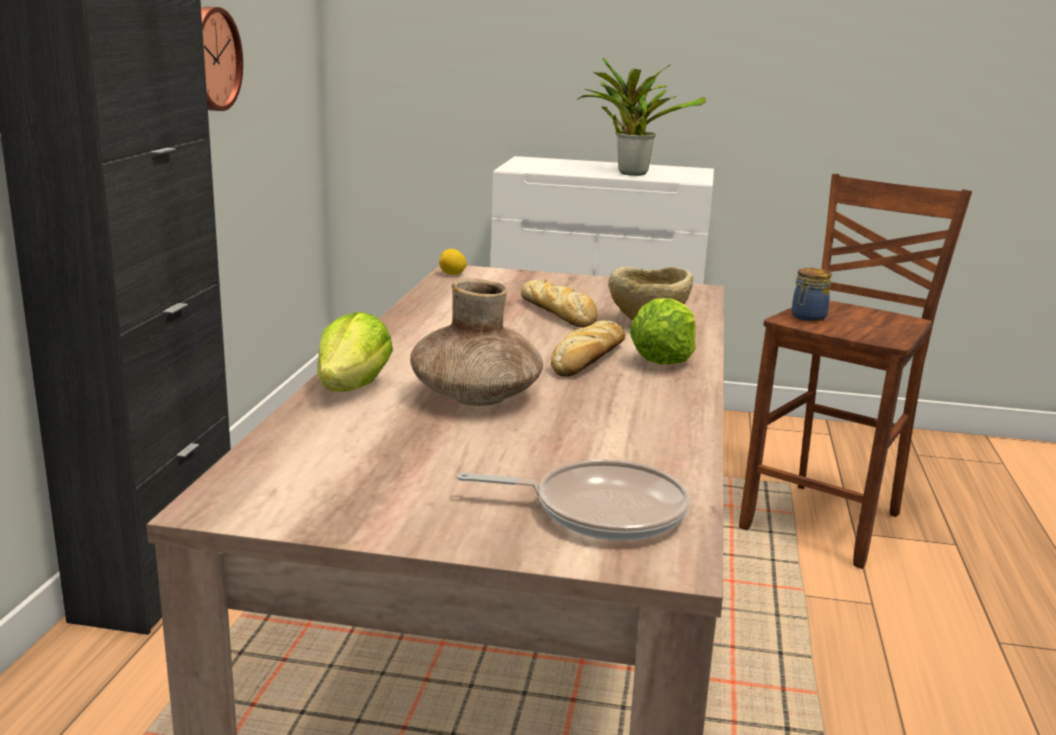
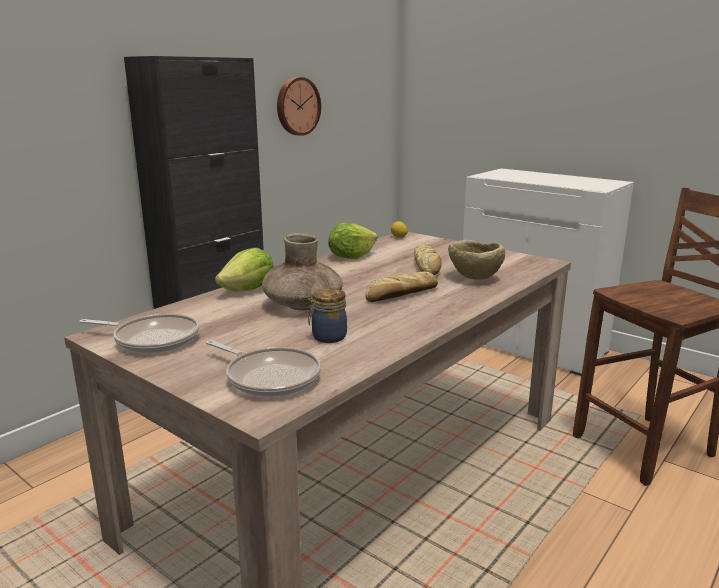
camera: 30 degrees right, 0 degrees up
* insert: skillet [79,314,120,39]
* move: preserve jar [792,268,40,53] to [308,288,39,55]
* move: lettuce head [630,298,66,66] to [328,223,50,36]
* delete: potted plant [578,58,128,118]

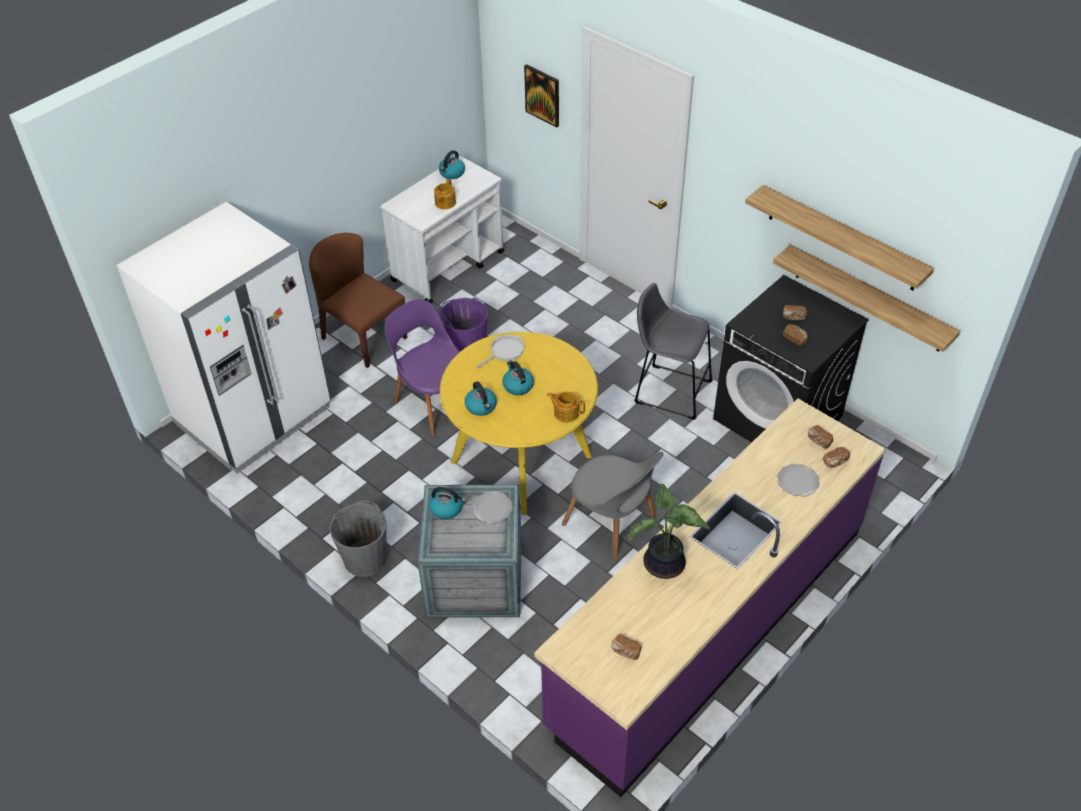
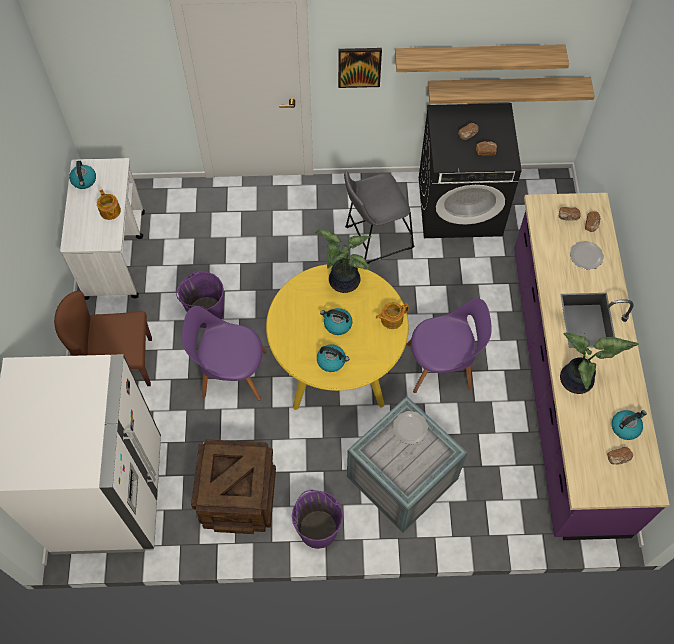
camera: 45 degrees left, 15 degrees up
* insert: crate [191,439,85,95]
* recolor: grey bucket [330,501,57,76] to purple-coloured bucket [292,490,51,59]
* insert: potted plant [315,229,57,64]
* move: wall art [524,64,35,64] to [338,48,44,40]
* recolor: grey upright chair [562,451,102,109] to purple-coloured upright chair [407,298,85,95]
* move: tea kettle [429,487,37,33] to [612,410,35,30]
* delete: skillet [476,335,48,33]

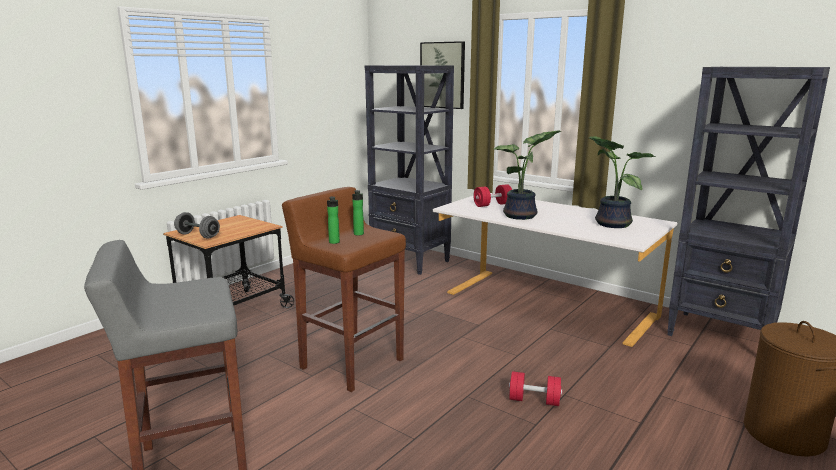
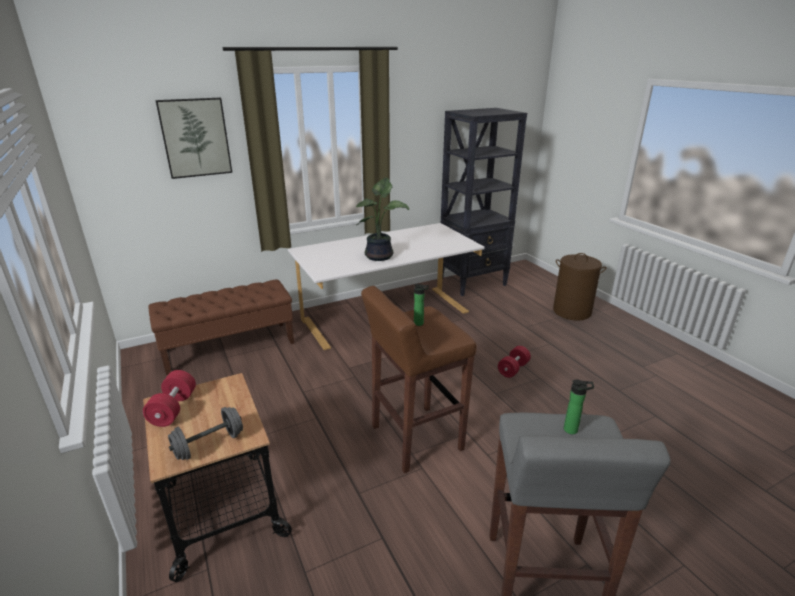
camera: 65 degrees left, 10 degrees up
* move: red dumbbell [473,184,39,23] to [143,370,53,57]
* replace: black-coloured shelving unit [365,65,89,210] to brownish long seat [148,279,146,97]
* move: beverage bottle [327,196,13,48] to [564,379,30,55]
* delete: potted plant [589,136,66,92]

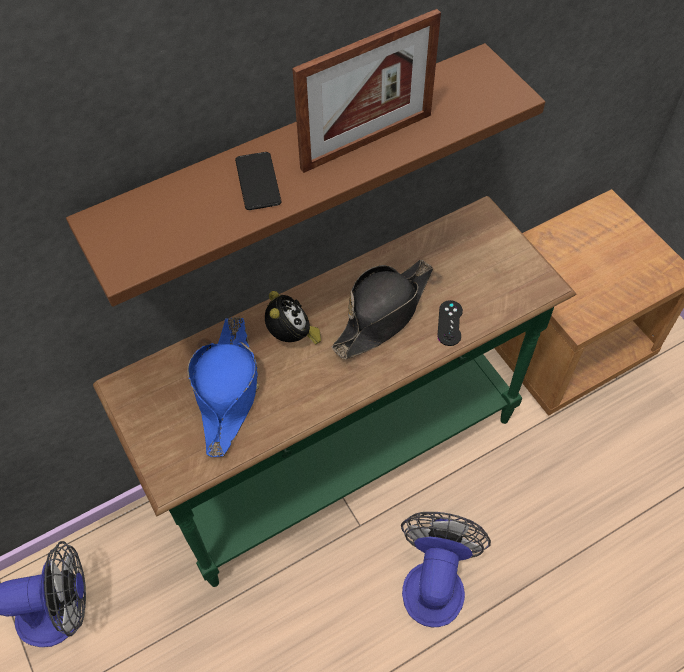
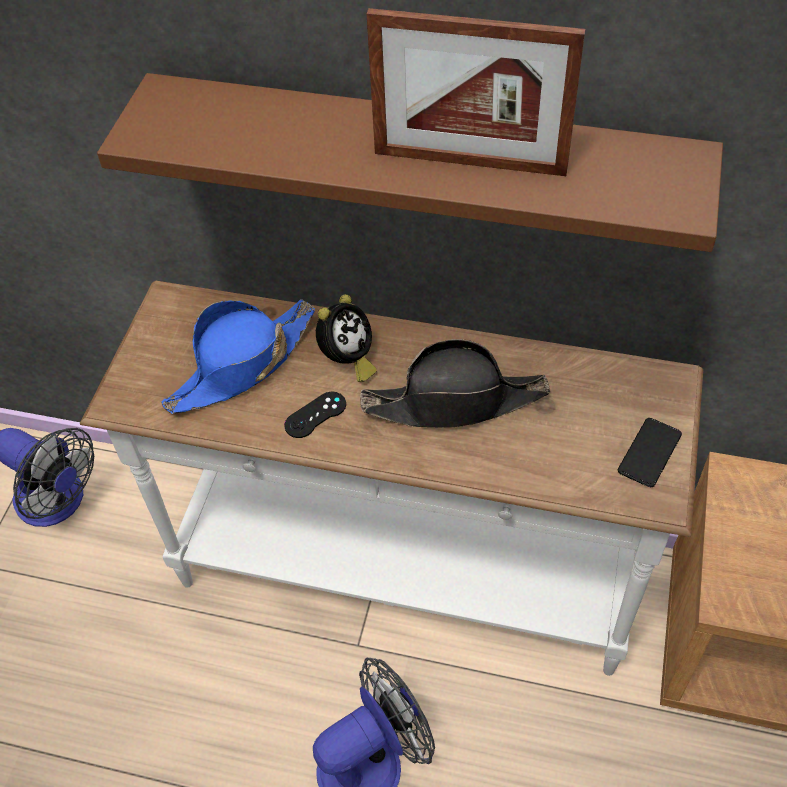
camera: 45 degrees right, 5 degrees down
* recolor: green hall table [93,196,484,391] to white hall table [80,281,623,395]
* move: black-coloured game controller [437,300,26,46] to [284,392,62,46]
* move: phone [235,152,47,58] to [618,418,64,69]

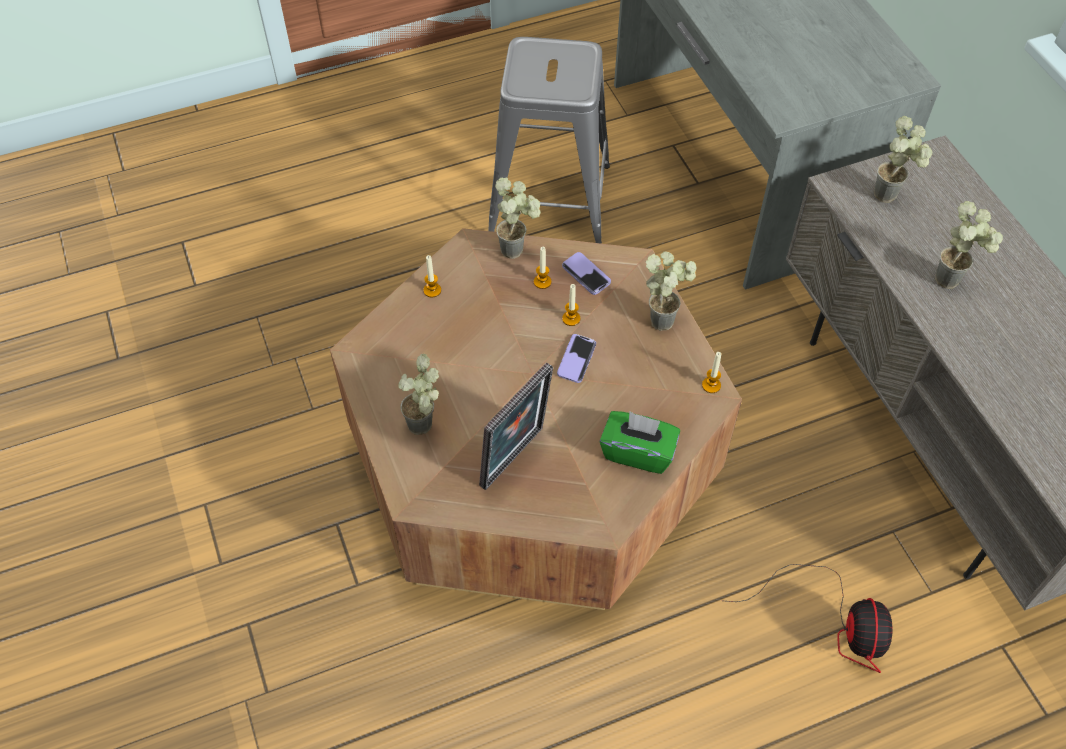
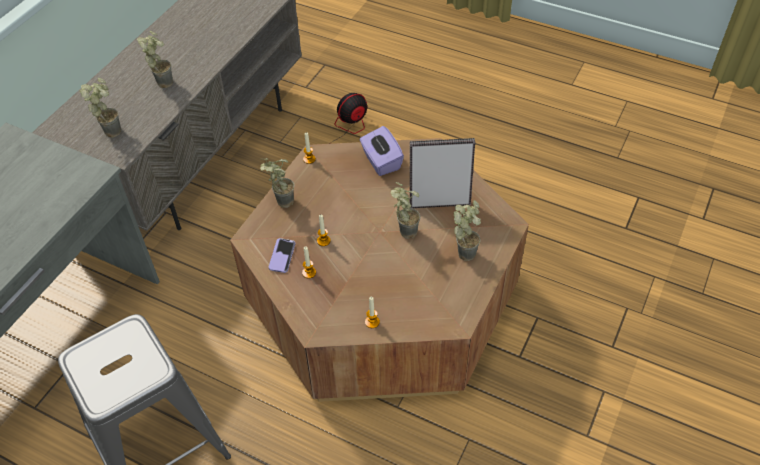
camera: 130 degrees left, 5 degrees down
* recolor: green tissue box [599,411,81,63] to purple-coloured tissue box [359,126,45,50]
* move: potted plant [495,178,46,81] to [391,182,30,57]
* delete: phone [557,334,39,49]

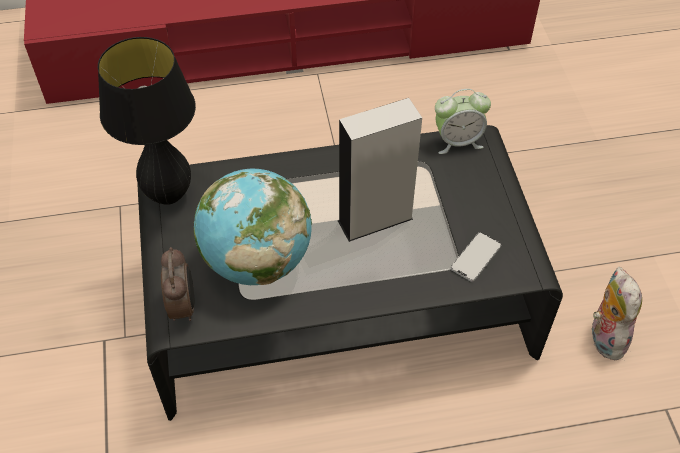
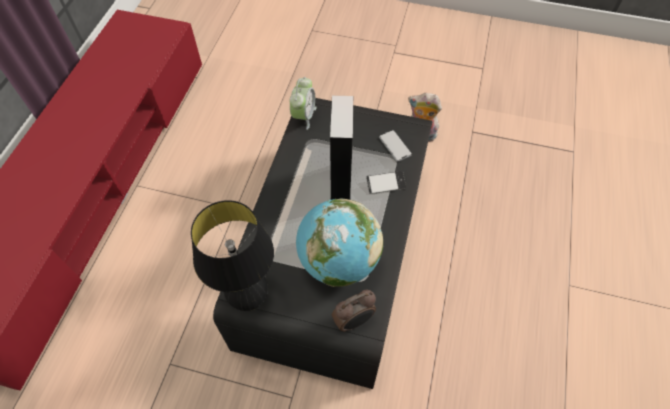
camera: 65 degrees left, 5 degrees up
* rotate: table clock [161,247,34,74] = [332,290,44,42] 135 degrees clockwise
* insert: phone [366,171,40,23]

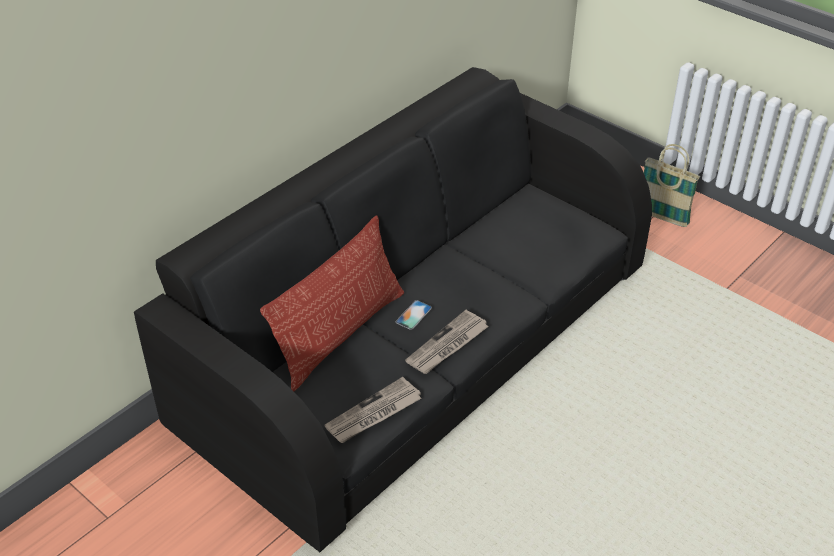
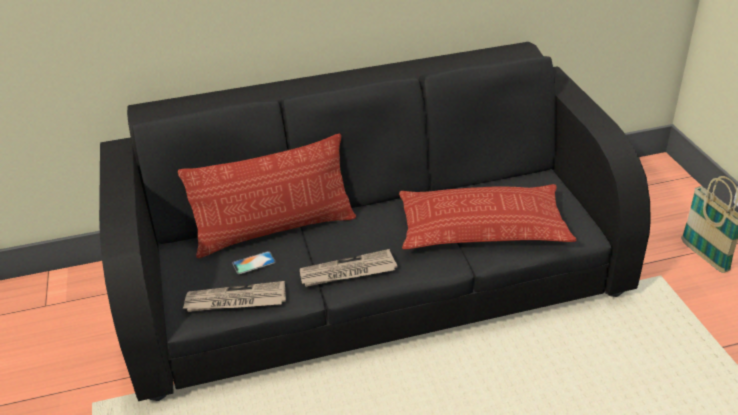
camera: 35 degrees right, 5 degrees down
* move: phone [396,300,36,30] to [232,251,43,23]
* insert: throw pillow [399,184,178,66]

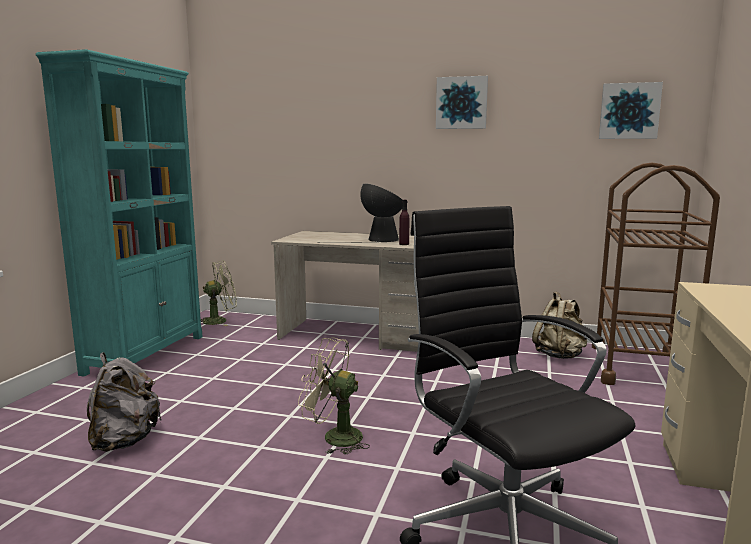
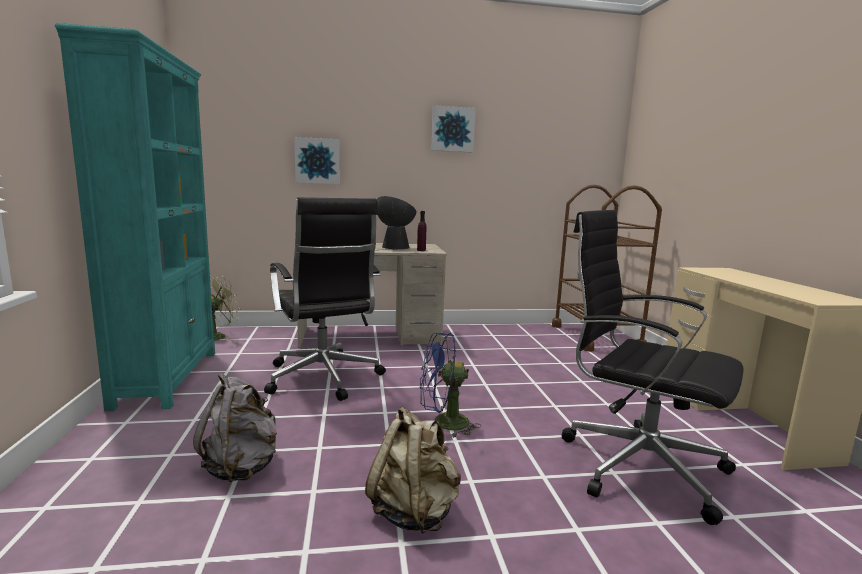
camera: 25 degrees left, 0 degrees up
* insert: black-coloured office chair [264,197,122,204]
* move: wall art [599,82,64,57] to [294,137,46,47]
* move: beige rucksack [532,291,55,68] to [365,407,96,127]
* recolor: beige fan [298,337,72,117] to blue fan [420,333,61,105]

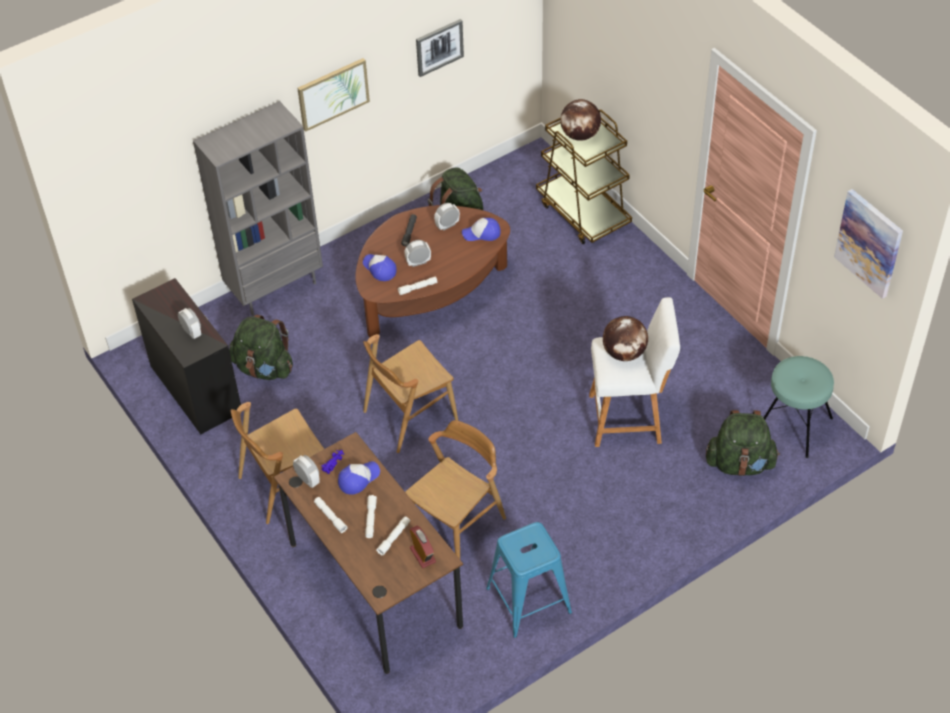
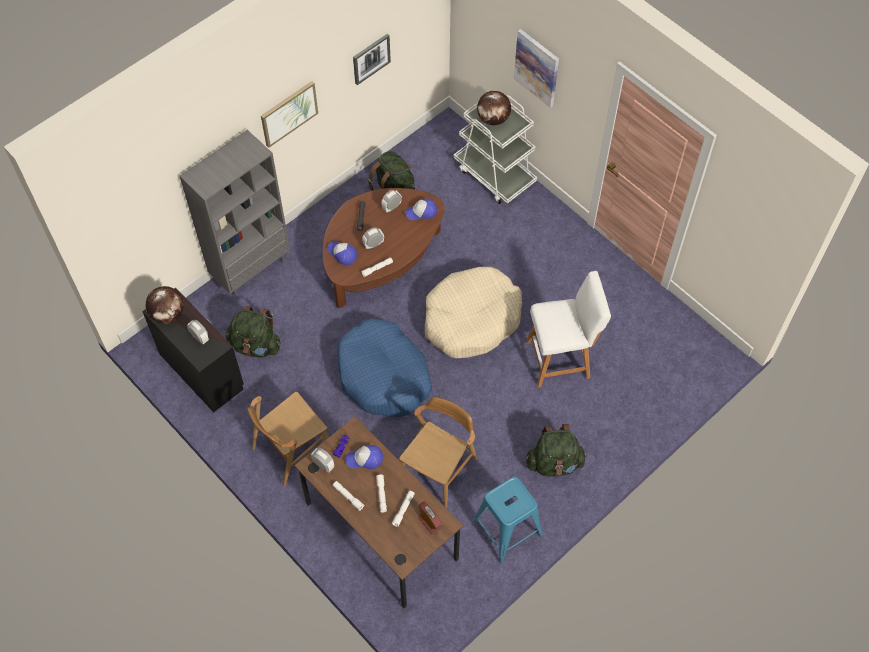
camera: 10 degrees left, 10 degrees up
* move: globe [603,316,45,45] to [146,286,38,38]
* replace: brownish upright chair [363,334,95,119] to blue pet bed [337,319,95,98]
* rotate: baseball cap [338,461,42,33] = [345,445,38,24] 135 degrees counterclockwise
* insert: beige pet bed [425,267,97,91]
* recolor: brownish trolley [536,110,96,134] to white trolley [454,90,83,114]
* move: wall art [834,189,69,110] to [514,29,45,79]
* move: green rucksack [706,410,74,66] to [526,424,61,53]
* delete: turquoise stool seat [763,356,71,102]

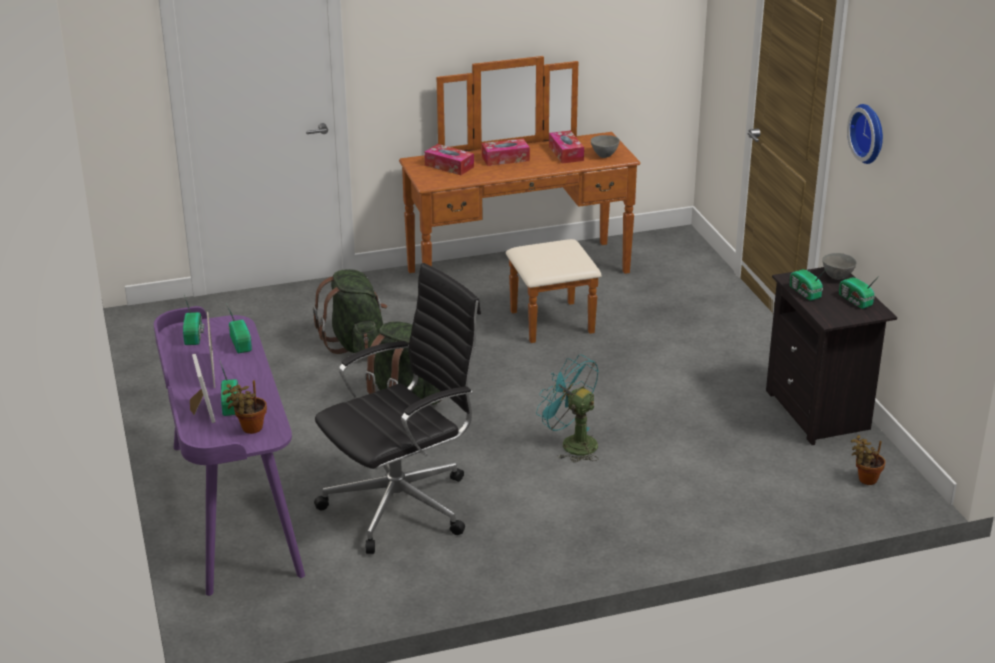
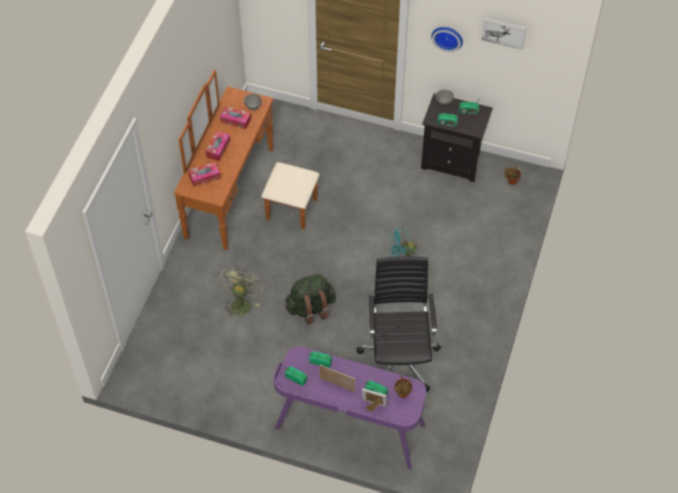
camera: 55 degrees left, 25 degrees up
* replace: green rucksack [313,269,74,85] to green fan [220,267,44,52]
* insert: wall art [482,17,45,33]

